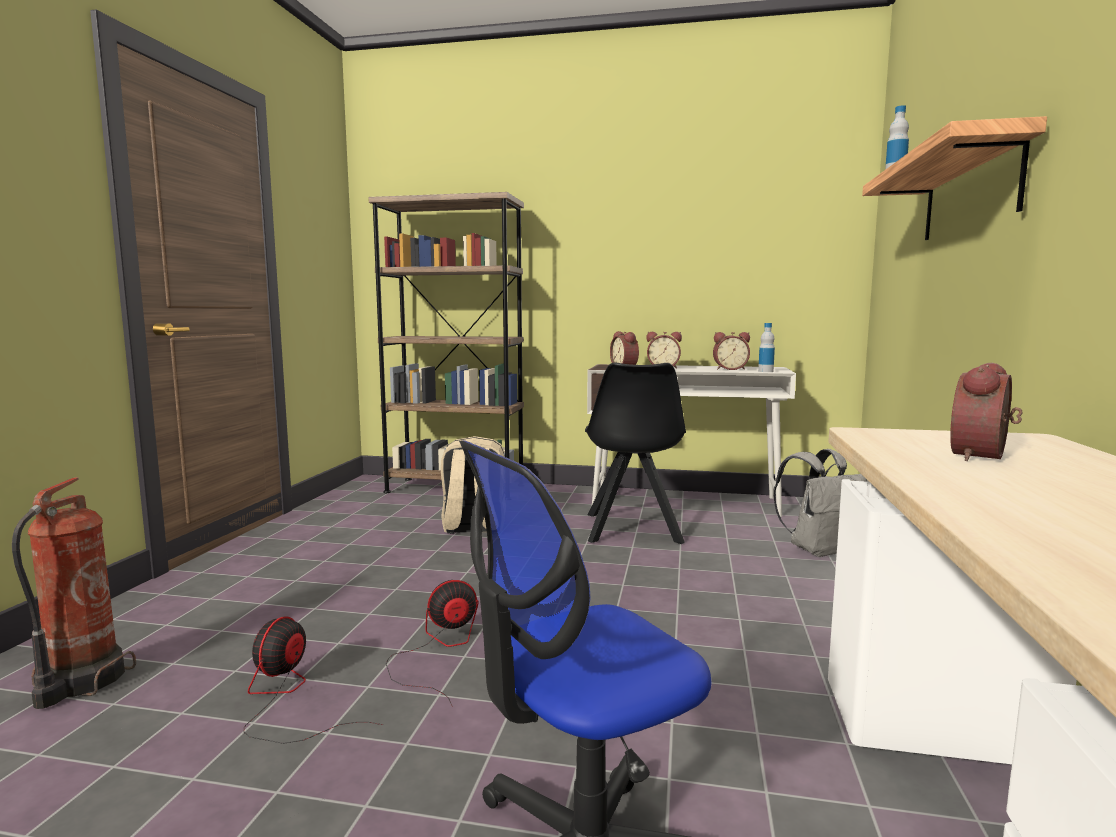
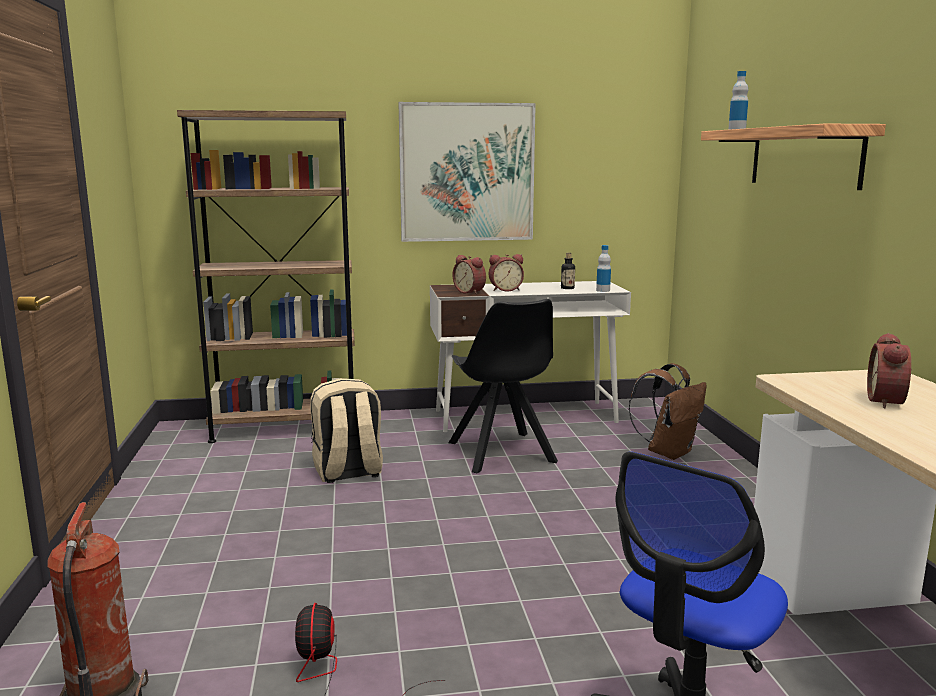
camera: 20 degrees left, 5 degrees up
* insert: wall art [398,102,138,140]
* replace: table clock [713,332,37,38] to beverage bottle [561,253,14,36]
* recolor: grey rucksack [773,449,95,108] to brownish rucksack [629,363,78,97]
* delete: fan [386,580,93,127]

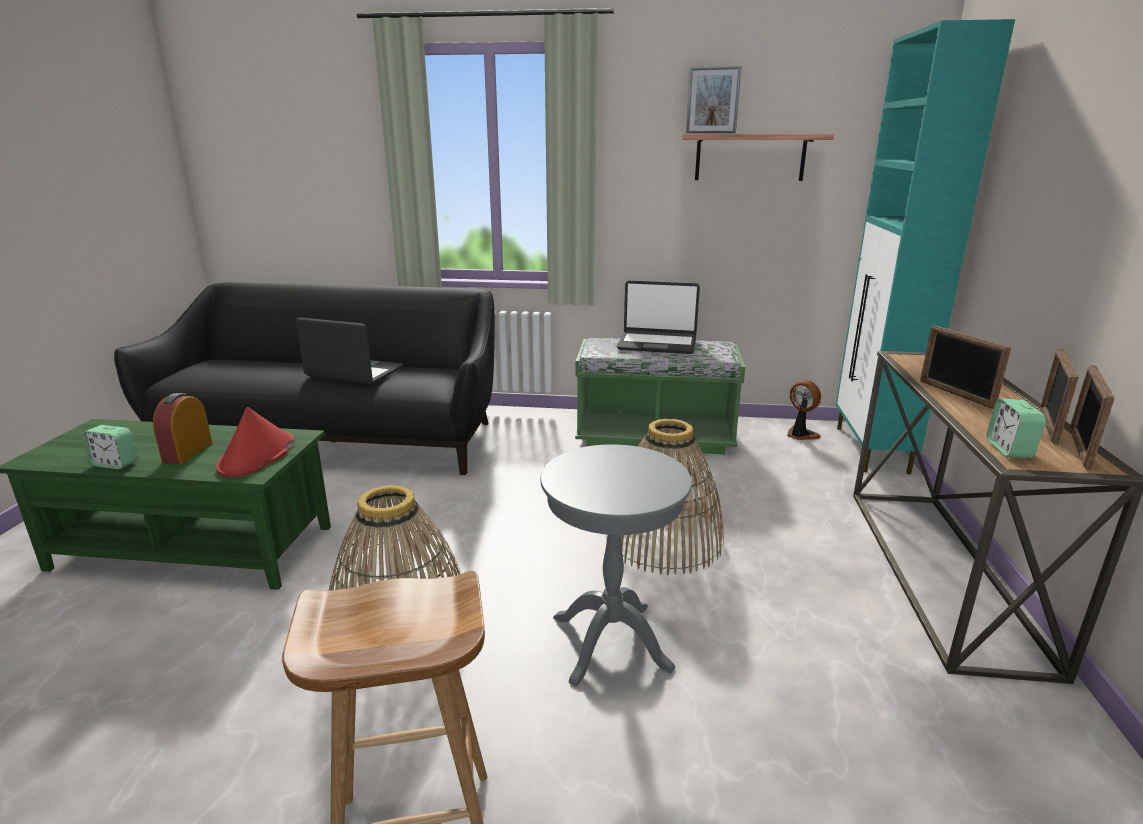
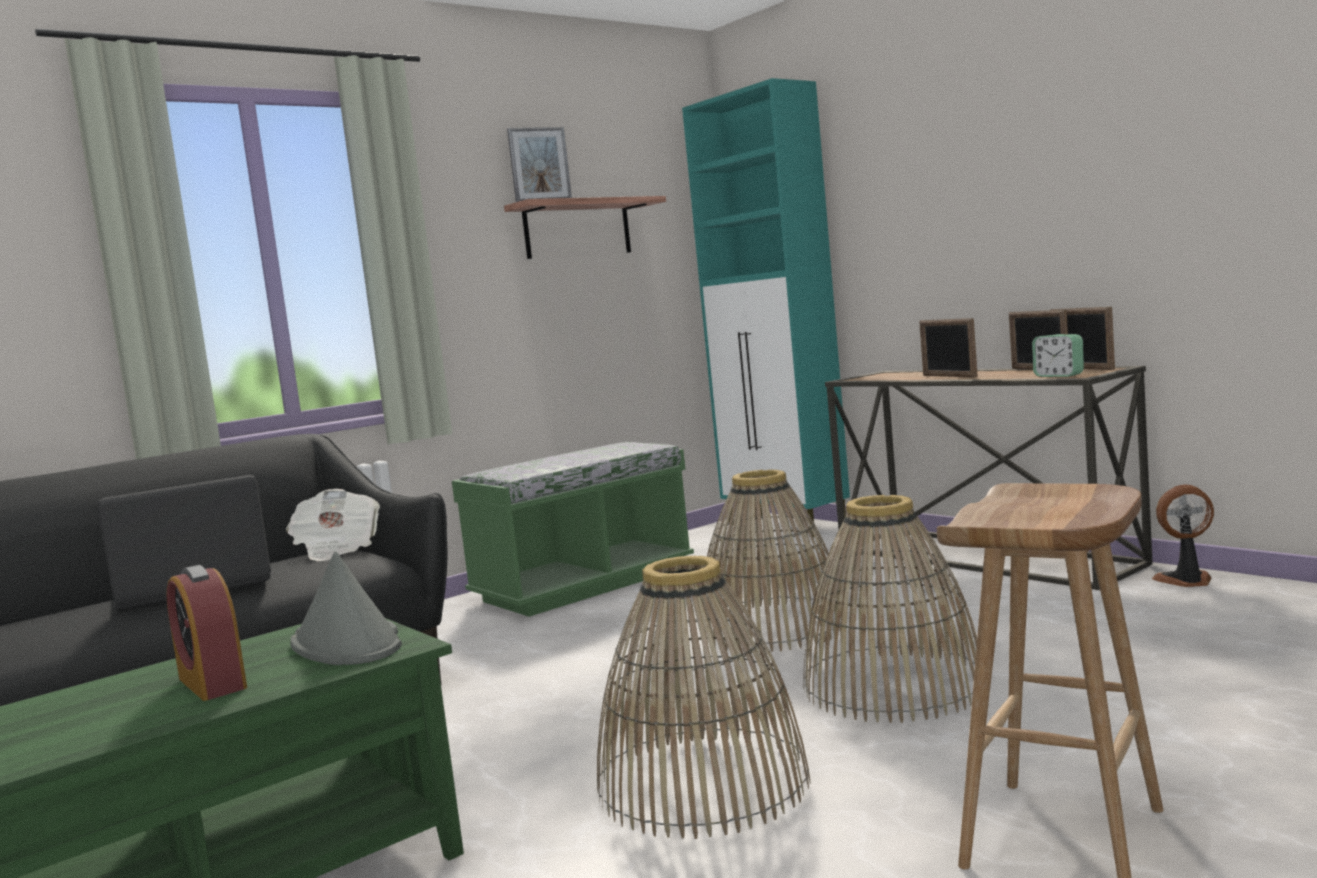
camera: 45 degrees left, 15 degrees down
* insert: printed paper [286,489,94,72]
* recolor: red wearable hat [216,407,78,70] to grey wearable hat [290,552,112,113]
* replace: grey accent table [540,444,152,243] to basket [803,495,174,228]
* rotate: standing frame [920,325,91,84] = [919,318,59,60] 45 degrees clockwise
* move: fan [787,380,34,60] to [1152,484,62,103]
* delete: table clock [82,425,55,44]
* delete: laptop [617,281,83,73]

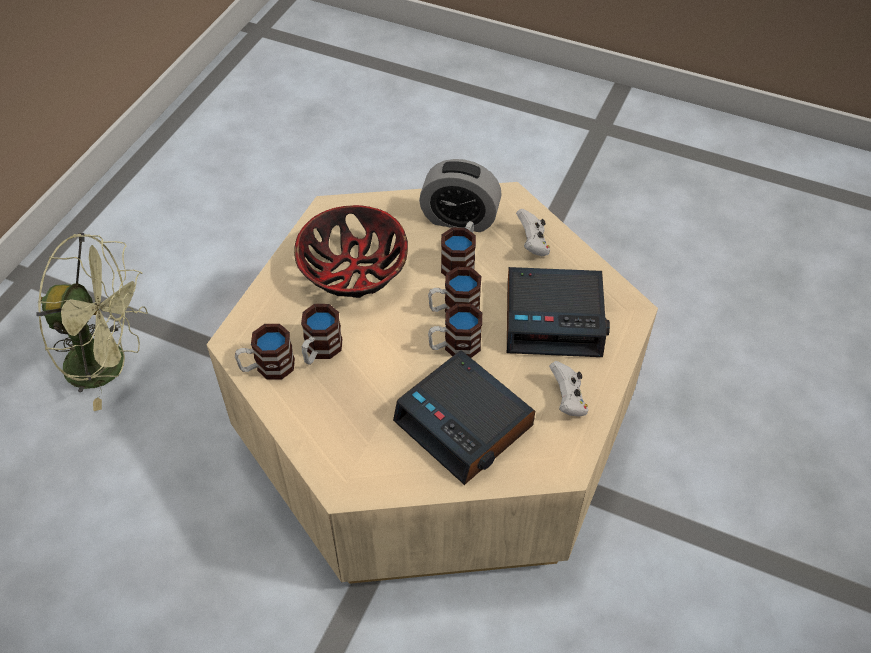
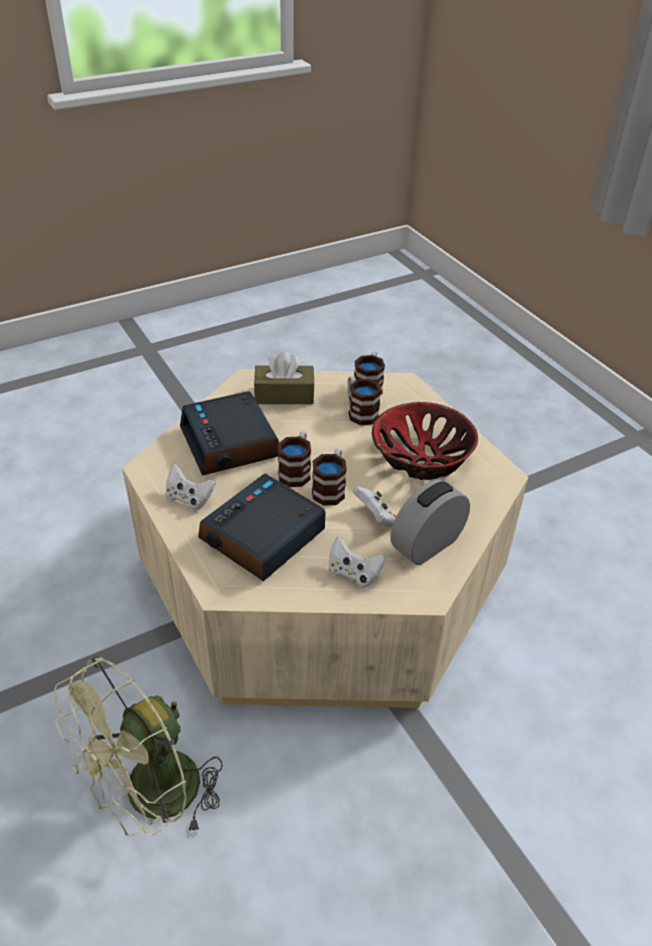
camera: 125 degrees right, 10 degrees down
* move: green fan [36,233,112,178] to [54,656,169,180]
* rotate: table clock [393,350,142,135] = [180,392,99,84] 105 degrees counterclockwise
* insert: brownish tissue box [254,352,61,52]
* replace: tea mug [441,221,35,55] to white game controller [353,486,43,41]

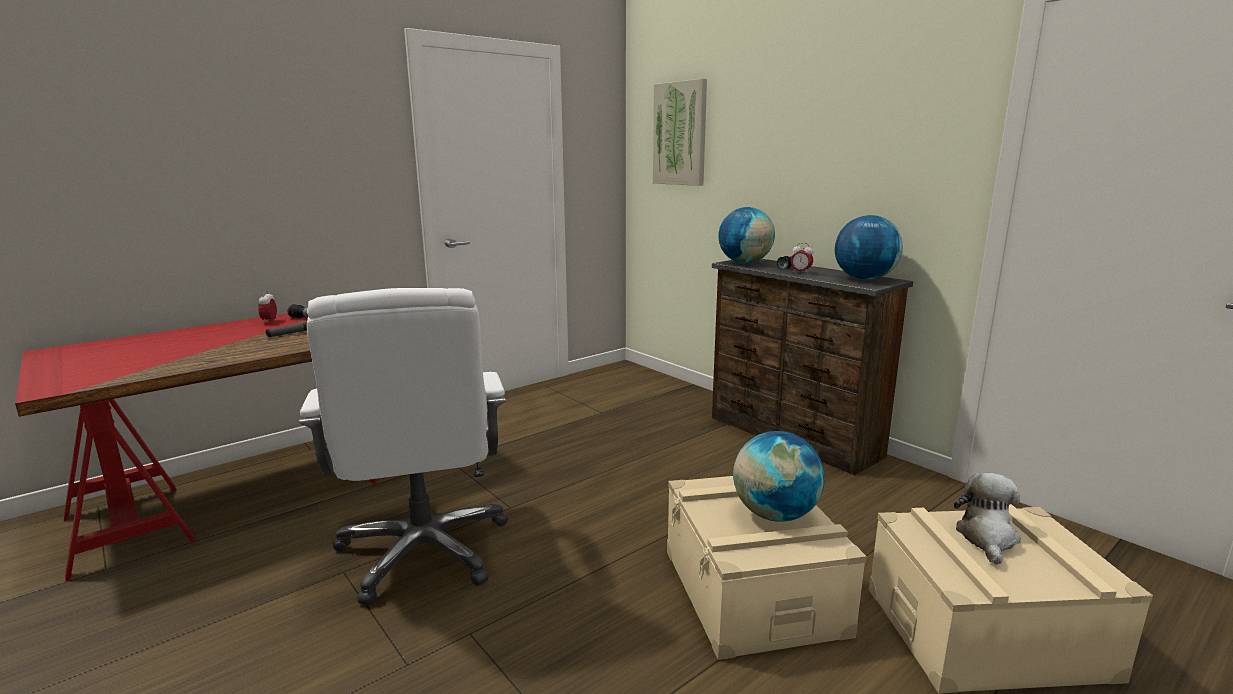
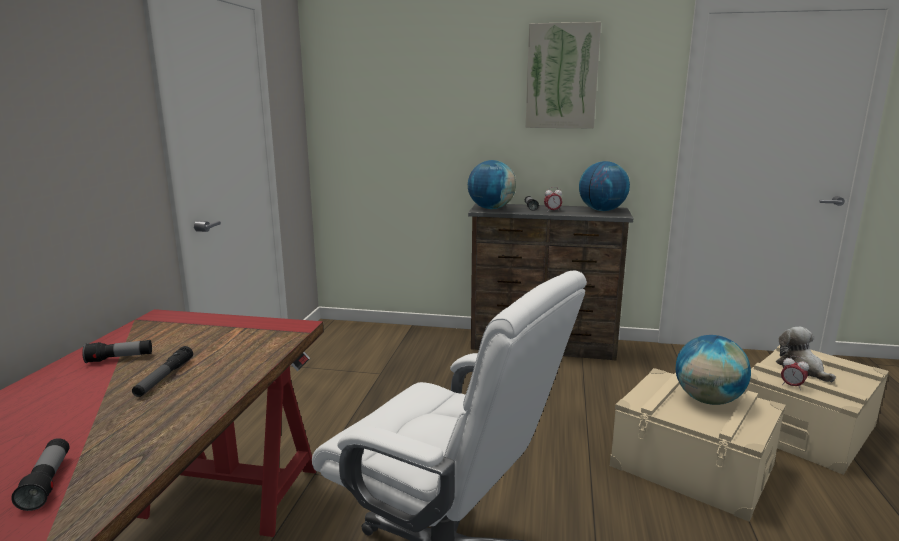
camera: 40 degrees left, 0 degrees up
* insert: flashlight [11,438,59,73]
* move: wall art [653,79,54,107] to [526,22,75,106]
* move: table clock [258,291,19,33] to [781,356,28,34]

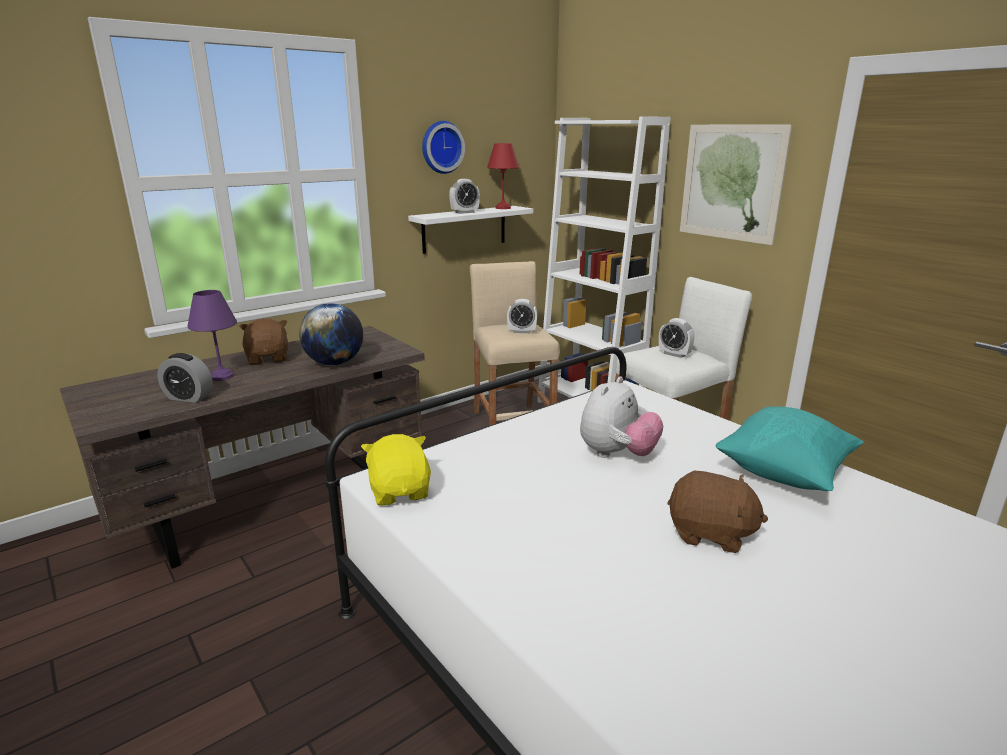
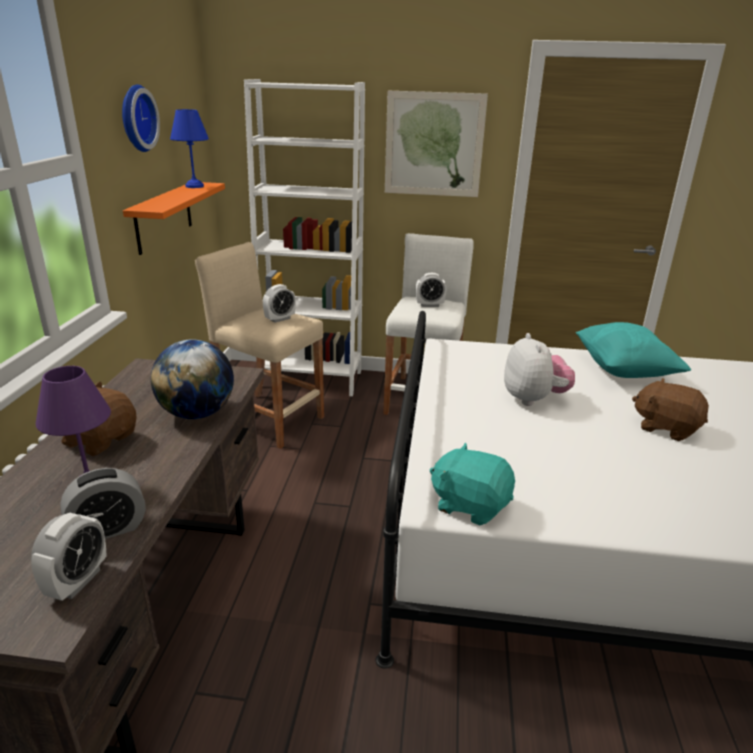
camera: 45 degrees left, 5 degrees up
* move: table clock [449,179,31,35] to [31,513,76,88]
* recolor: white shelf [408,206,125,48] to orangey shelf [123,182,102,73]
* recolor: red lamp for a table [487,143,32,66] to blue lamp for a table [170,109,39,79]
* recolor: yellowish plush toy [361,434,70,72] to turquoise plush toy [430,442,85,83]
* rotate: brownish plush toy [667,470,101,83] = [632,378,77,63] 120 degrees counterclockwise

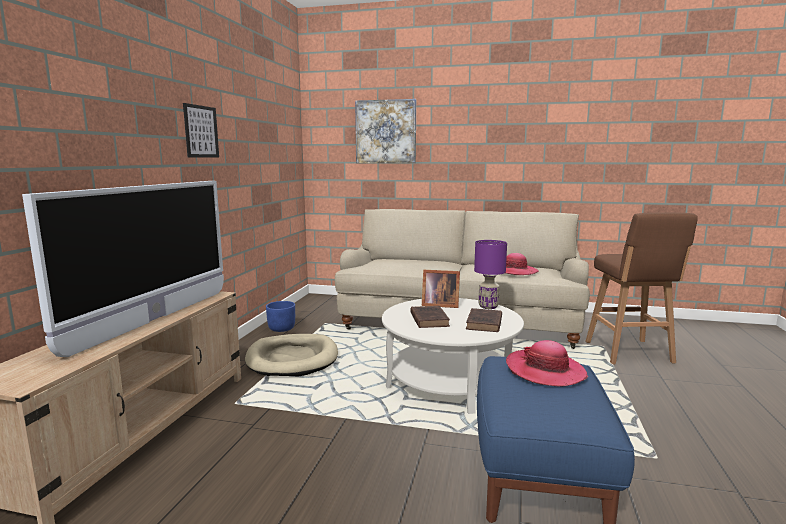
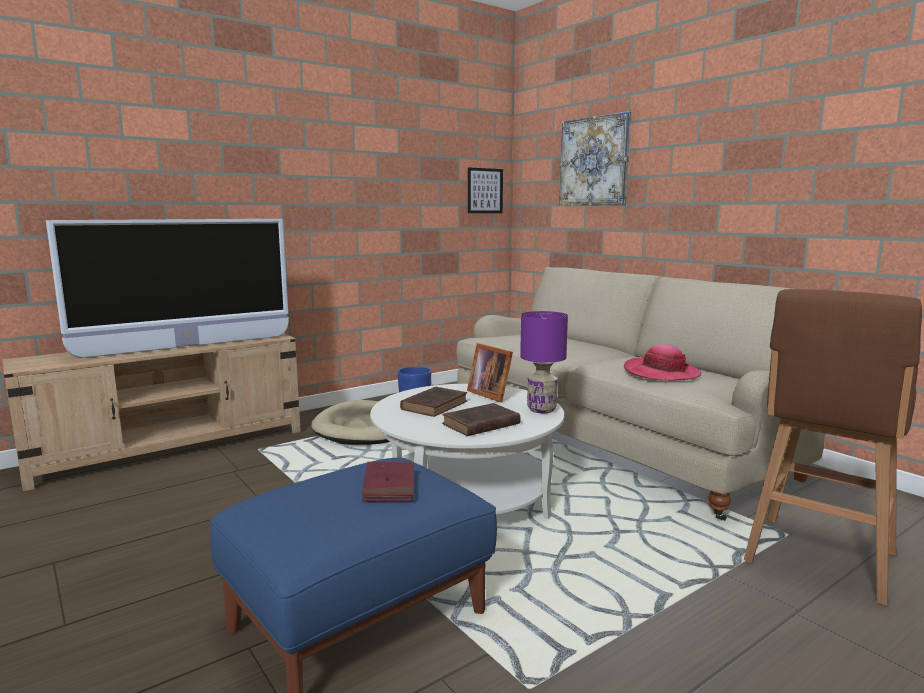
camera: 40 degrees right, 0 degrees up
* replace: wearable hat [506,340,82,47] to red book [362,462,52,40]
* move: wall art [183,103,36,54] to [468,167,35,46]

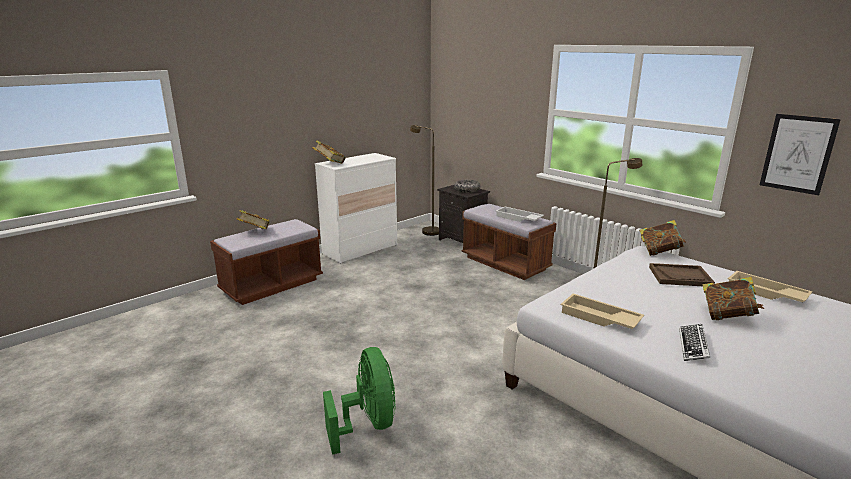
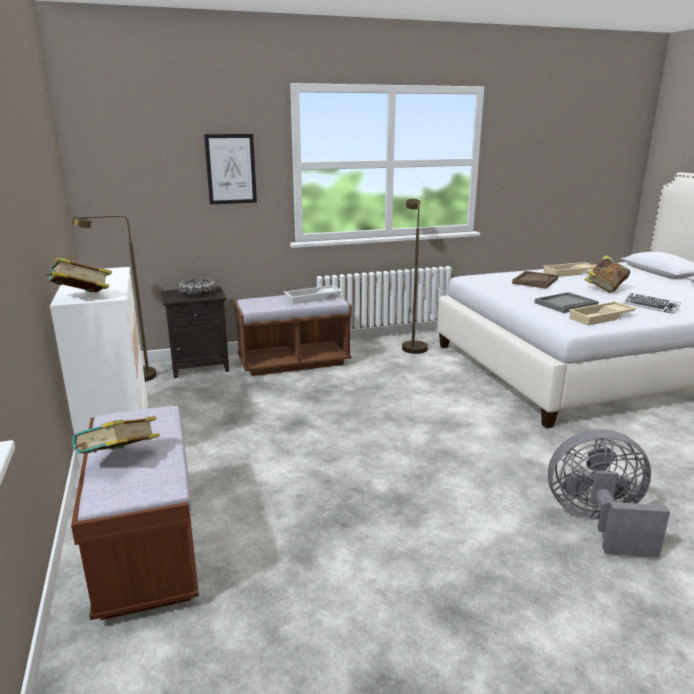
camera: 65 degrees left, 0 degrees up
* move: wall art [760,114,81,81] to [204,134,53,70]
* insert: grey tray [535,292,64,21]
* recolor: green fan [323,347,72,108] to grey fan [548,429,122,129]
* delete: book [639,220,48,36]

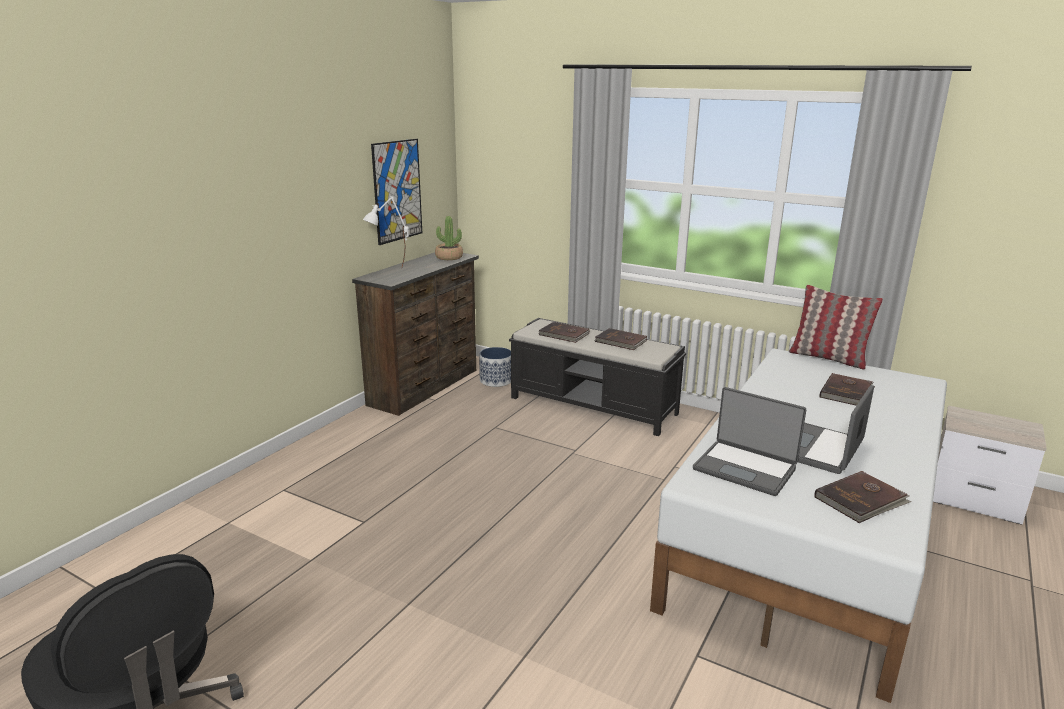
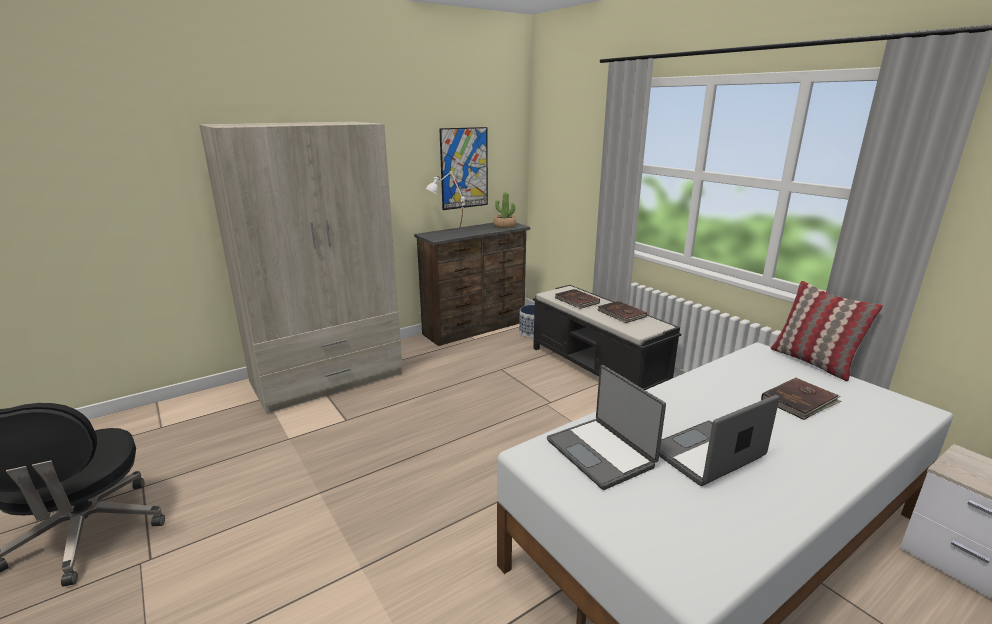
camera: 25 degrees right, 0 degrees up
* insert: beige wardrobe [199,122,203,292]
* delete: brownish book [815,471,96,52]

